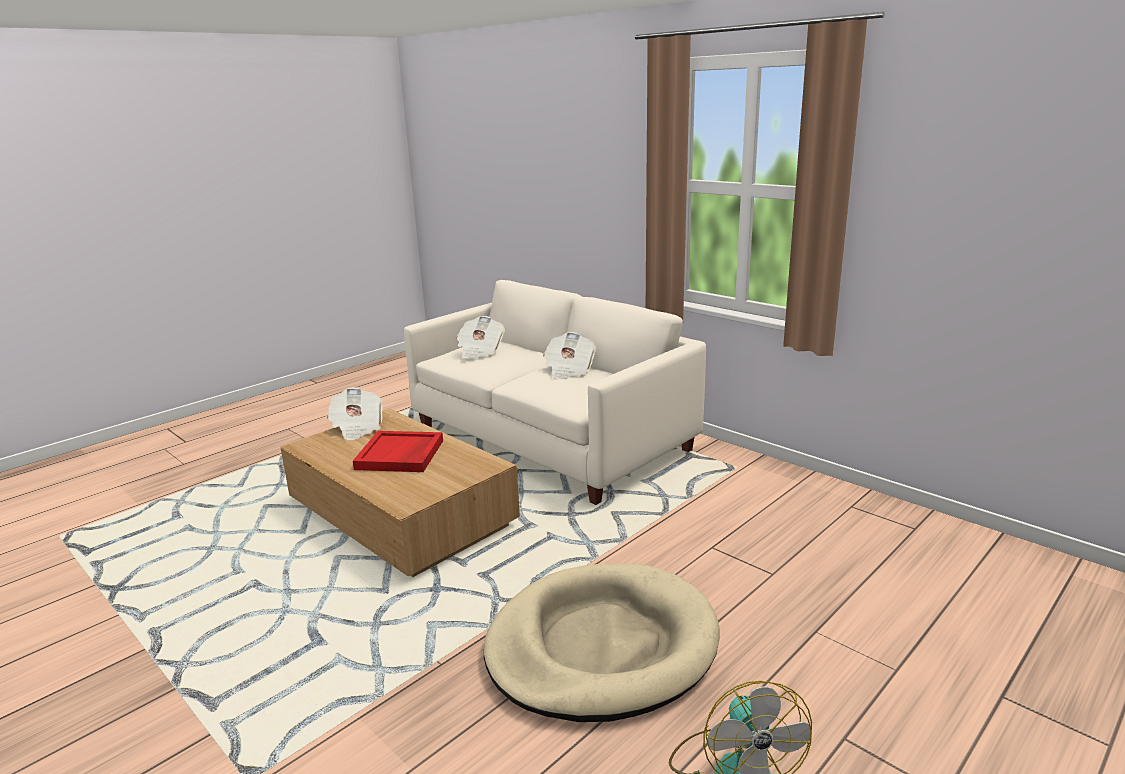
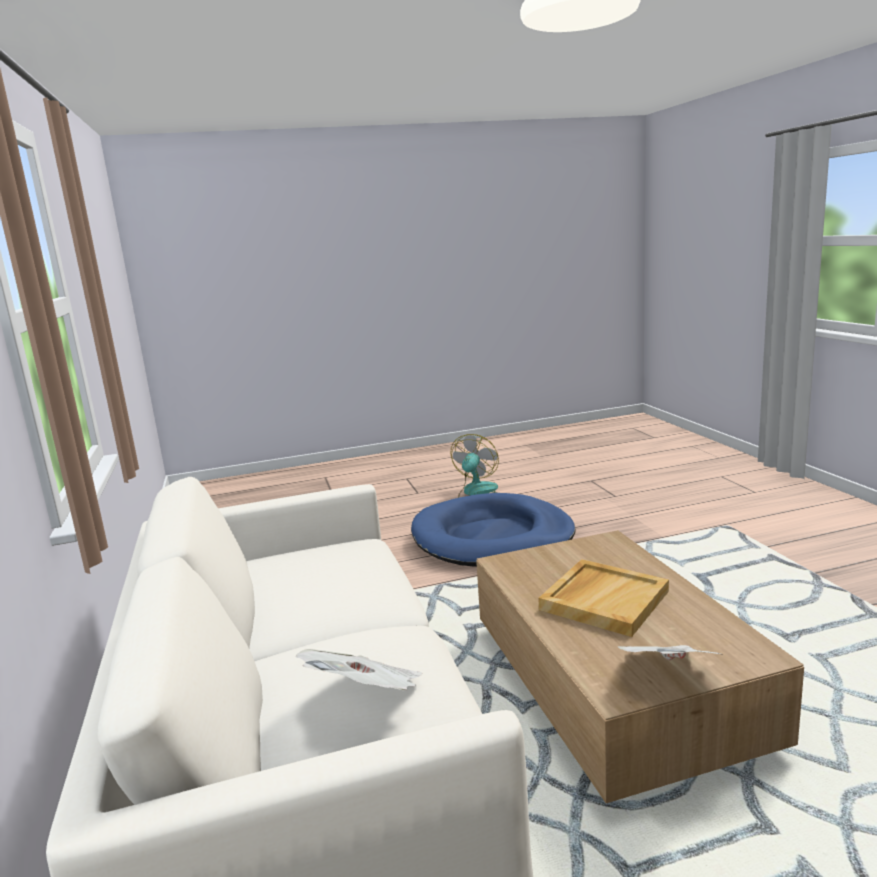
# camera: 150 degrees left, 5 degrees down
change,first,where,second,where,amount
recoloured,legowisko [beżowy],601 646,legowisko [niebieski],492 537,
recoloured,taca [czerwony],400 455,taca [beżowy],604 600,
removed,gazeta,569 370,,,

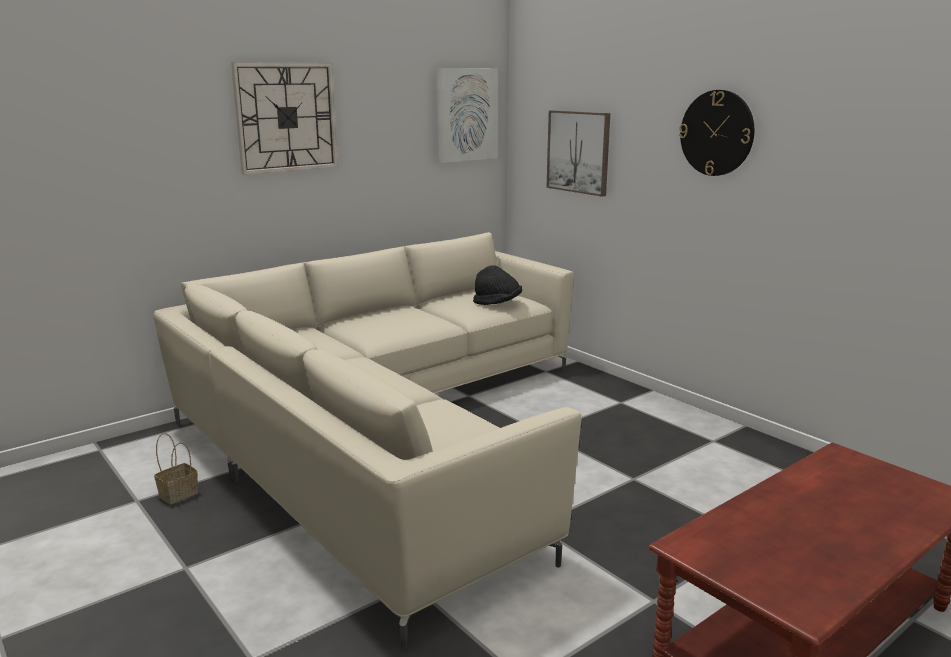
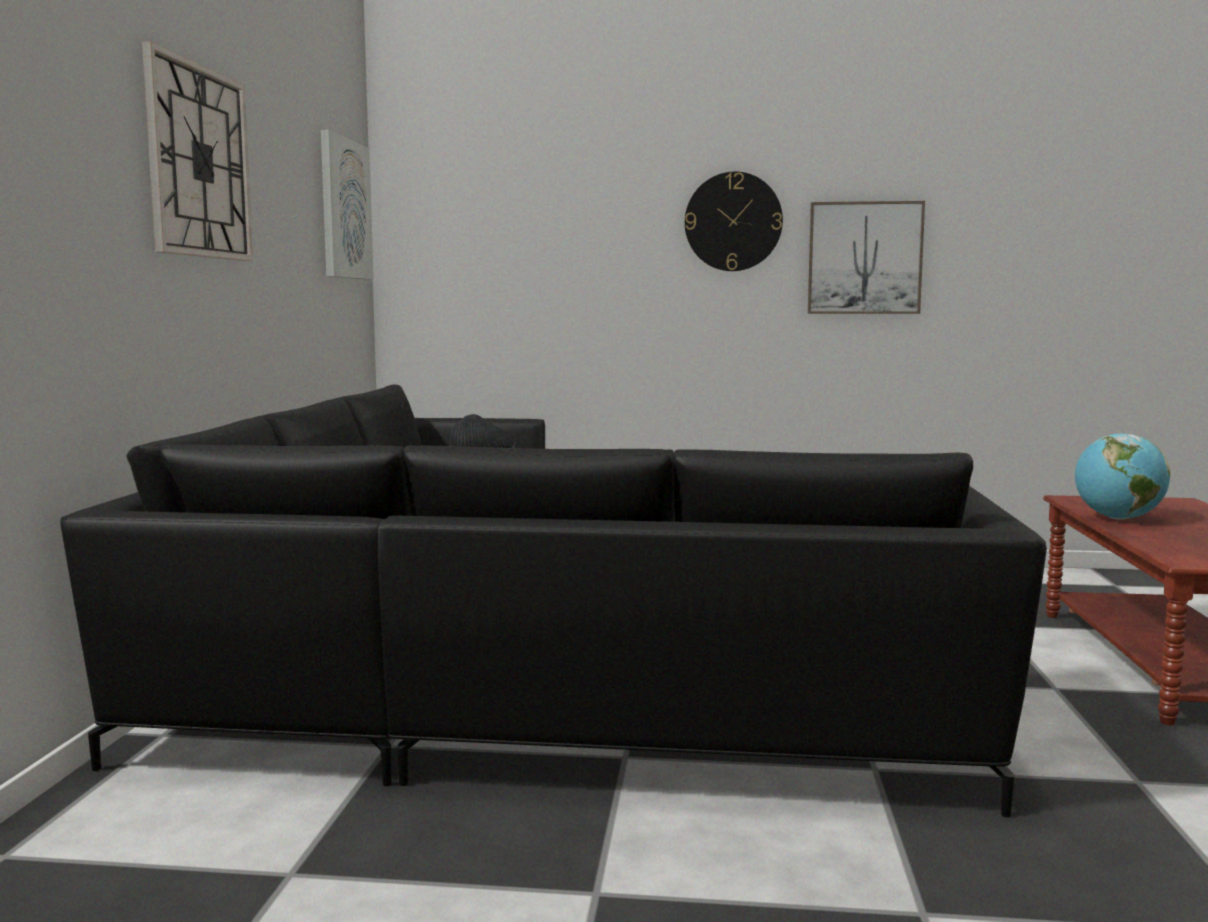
# camera: 45 degrees left, 10 degrees down
change,first,where,second,where,amount
recoloured,kanapa [beżowy],385 435,kanapa [czarny],487 670,
moved,obraz,578 152,,864 258,
added,,,globus,1118 518,
removed,koszyk,179 493,,,

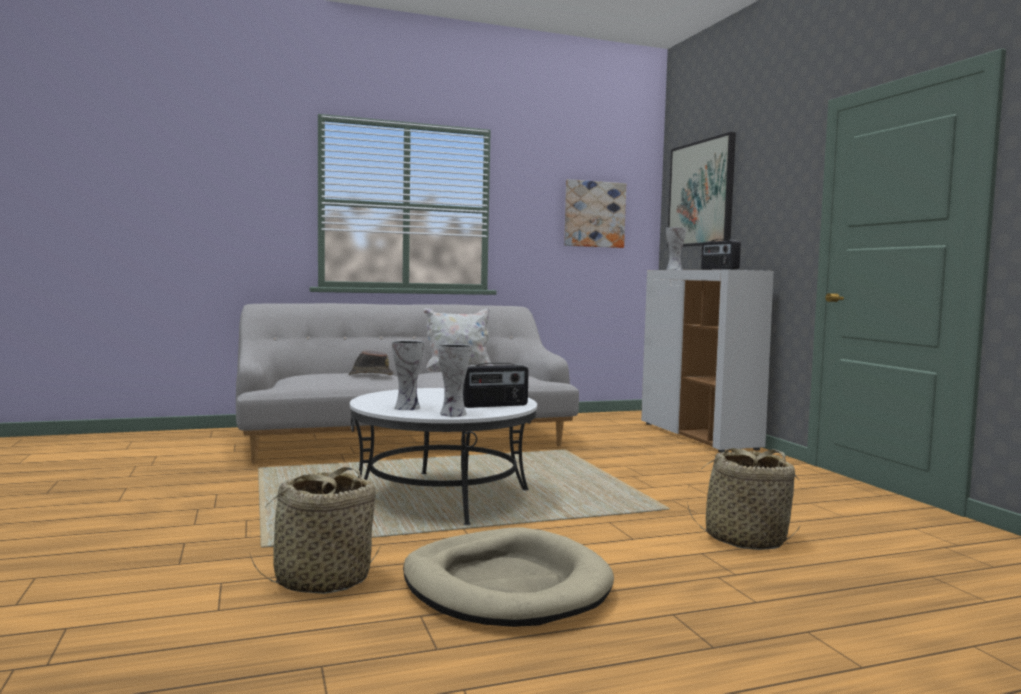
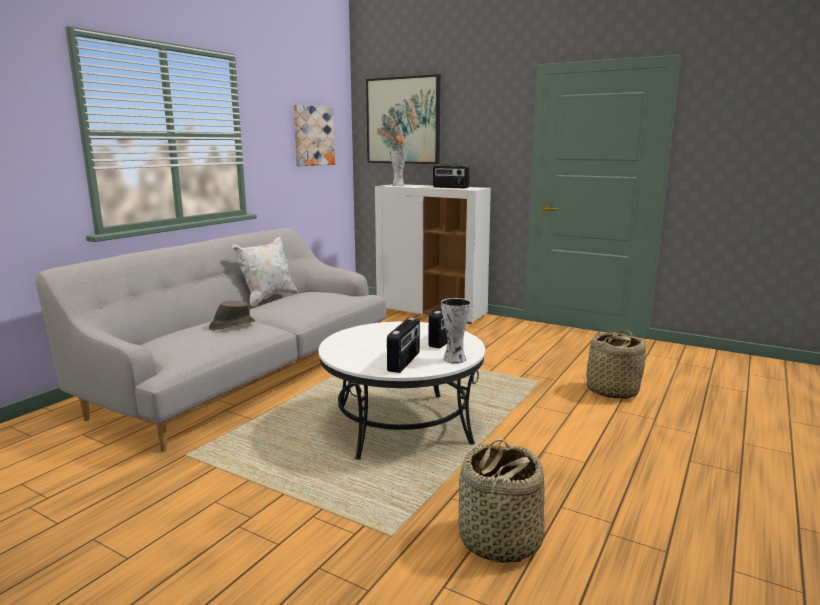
# camera: 40 degrees left, 10 degrees up
change,first,where,second,where,amount
replaced,wazon,407 407,radio,404 362,
removed,legowisko [beżowy],506 585,,,

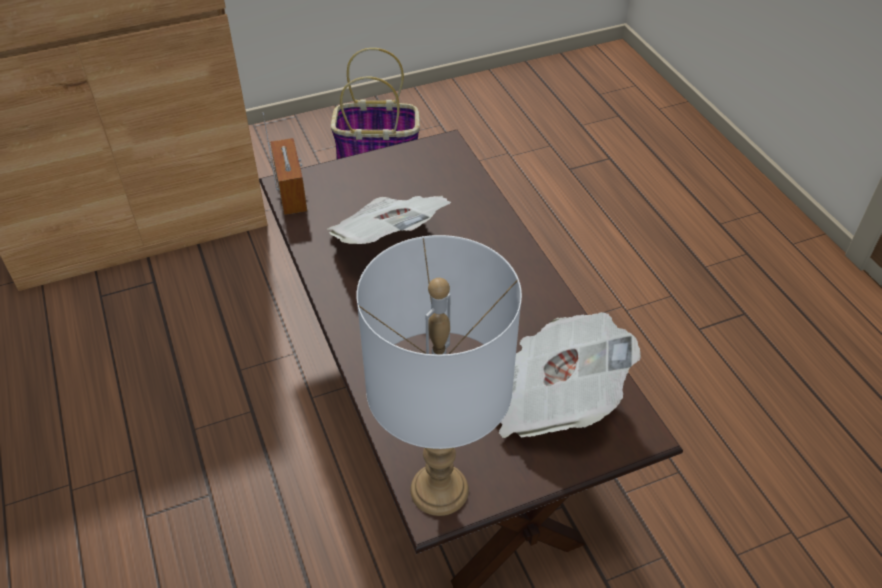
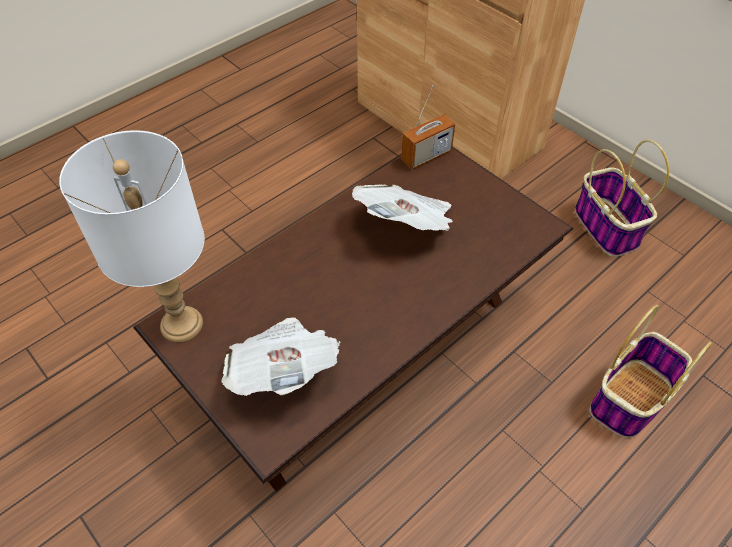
# camera: 70 degrees right, 5 degrees up
change,first,where,second,where,amount
added,,,koszyk,630 400,

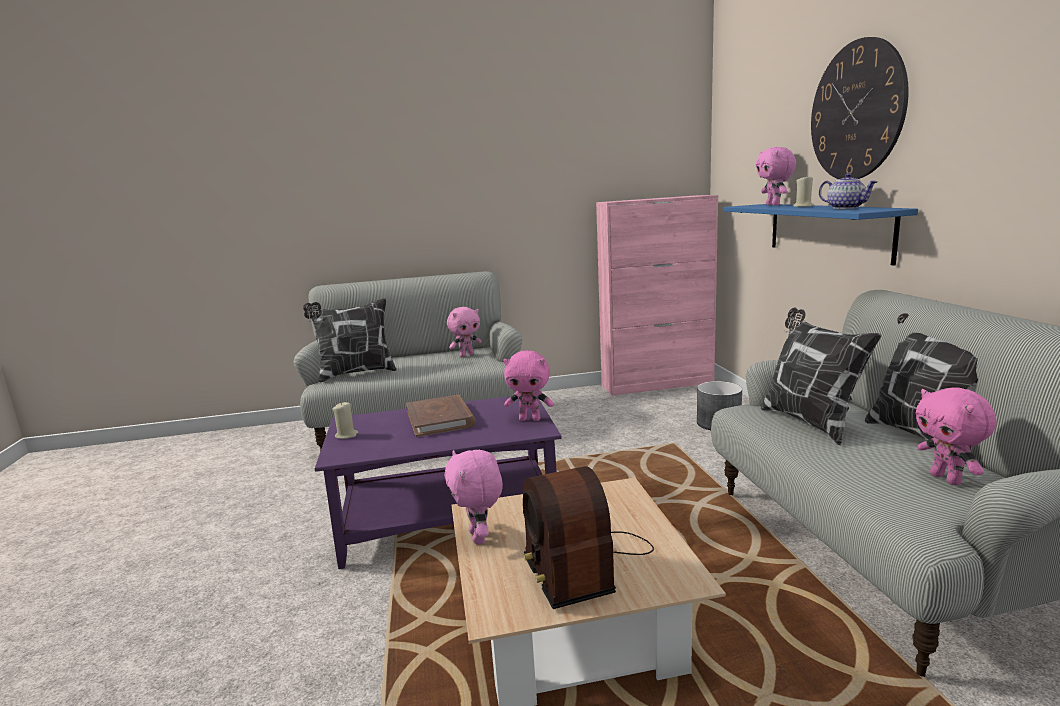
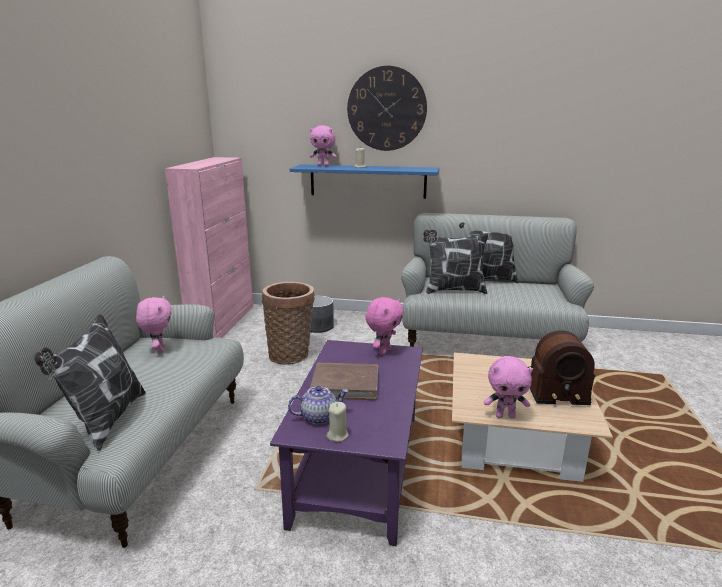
# camera: 70 degrees left, 5 degrees up
change,first,where,second,where,amount
added,,,koszyk,291 354,
moved,imbryk,846 208,,319 417,
removed,pluszak [różowy],947 479,,,

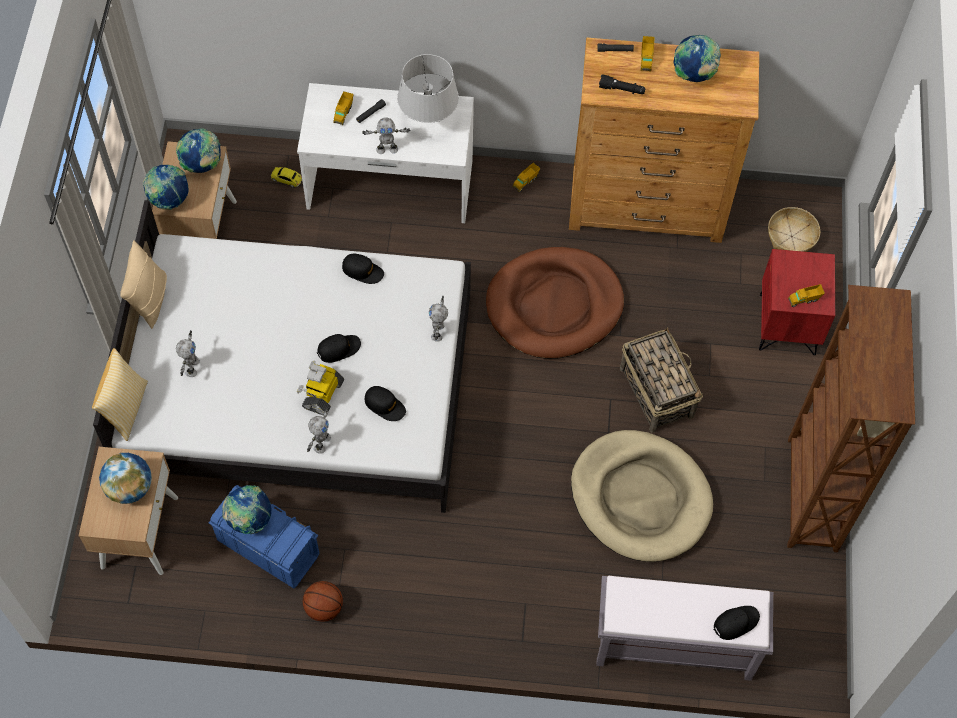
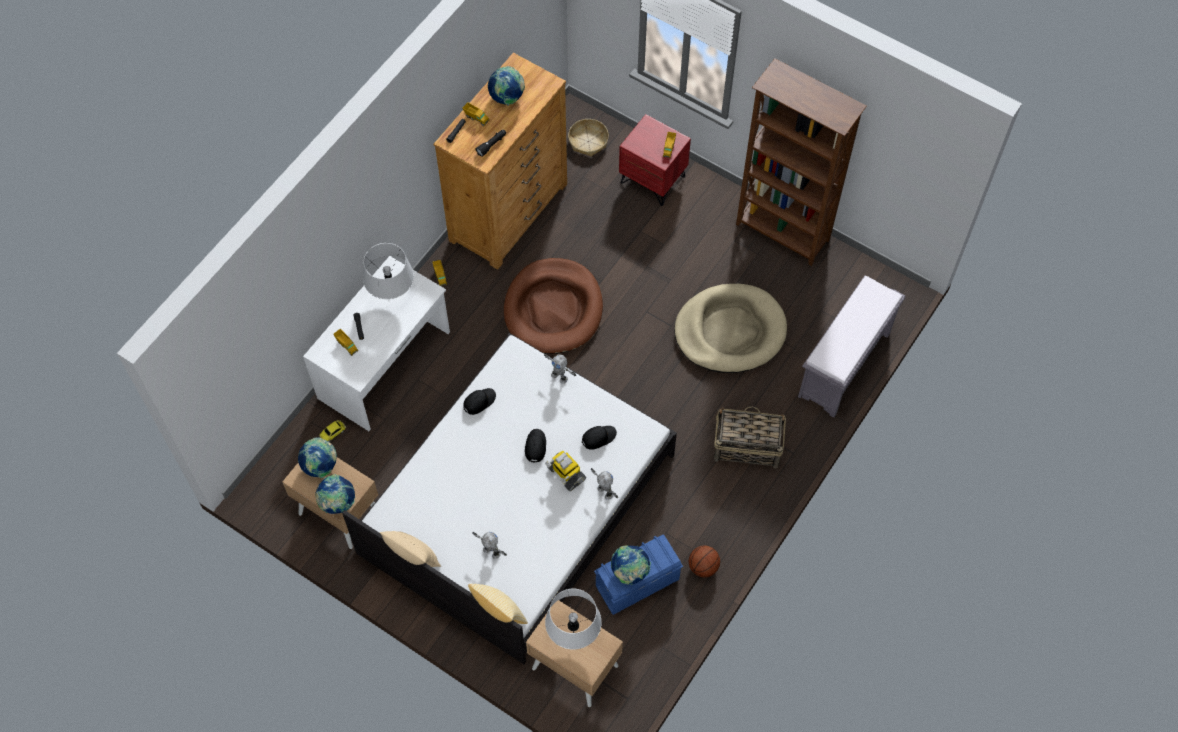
# camera: 60 degrees left, 0 degrees up
change,first,where,second,where,amount
replaced,globus,130 488,lampa stołowa [szary],573 633,
moved,koszyk,656 391,,746 447,
removed,robot zabawkowy,387 149,,,
removed,czapka z daszkiem [czarny],736 622,,,

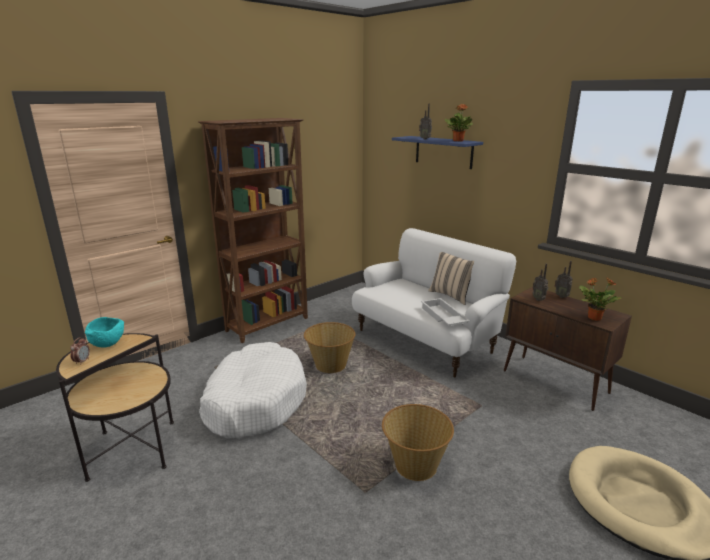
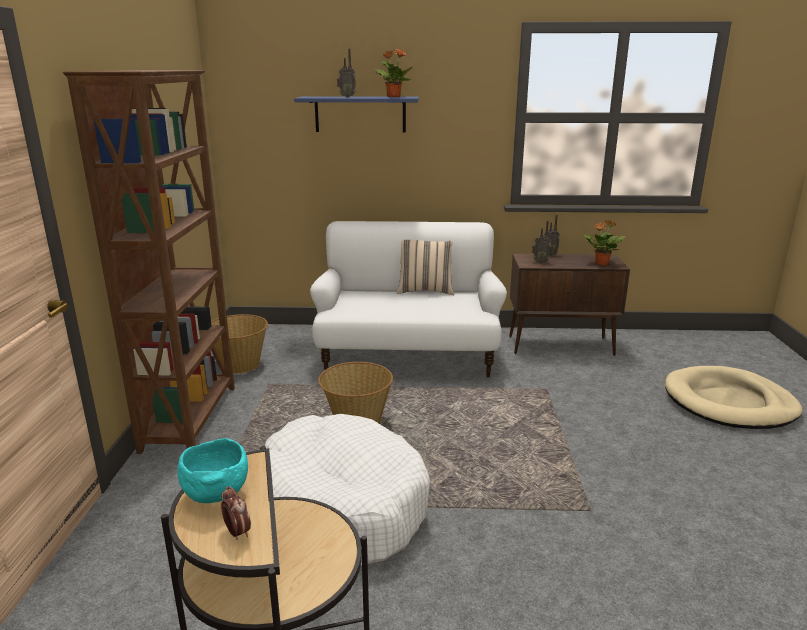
# camera: 45 degrees left, 0 degrees up
change,first,where,second,where,amount
moved,koszyk,415 465,,240 365,
removed,taca [biały],442 317,,,

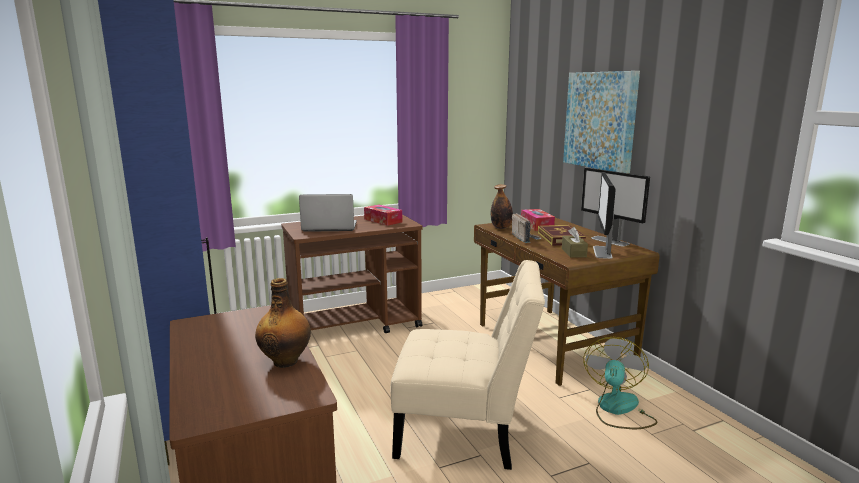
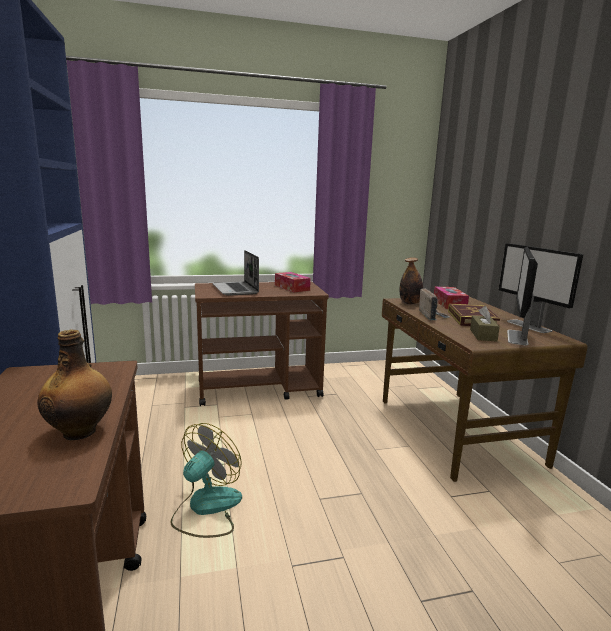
# camera: 10 degrees right, 0 degrees up
change,first,where,second,where,amount
moved,wentylator,618 409,,206 508,
turned,laptop,328 227,,236 290,120 degrees counterclockwise
removed,krzesło [beżowy],465 432,,,
removed,obraz,600 120,,,

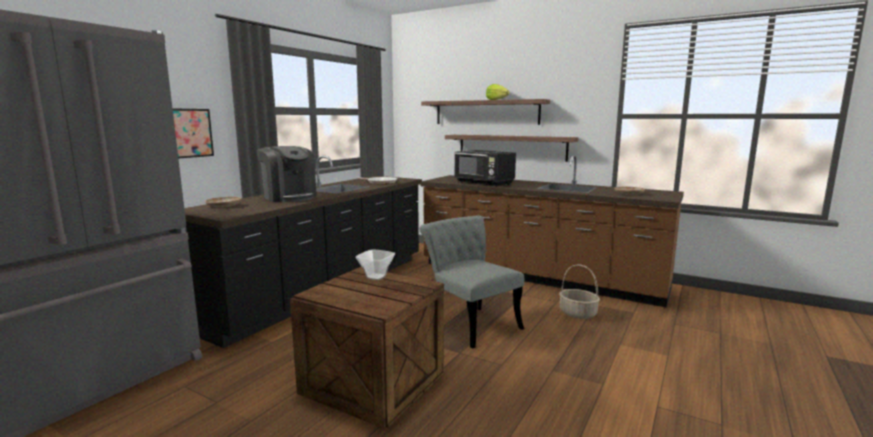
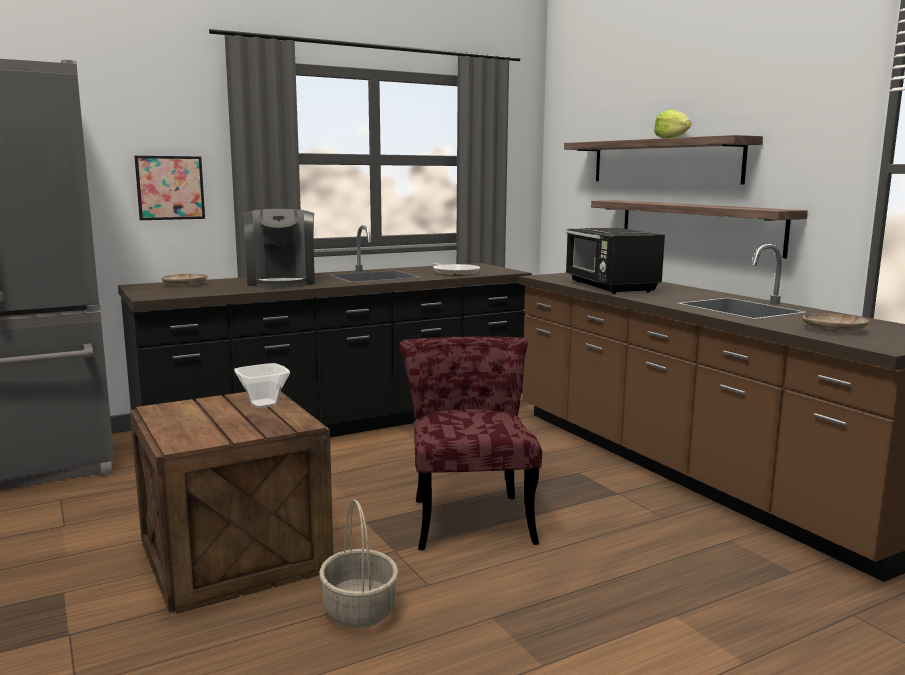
# camera: 30 degrees right, 0 degrees up
change,first,where,second,where,amount
moved,koszyk,577 313,,358 609,
recoloured,krzesło [szary],470 323,krzesło [czerwony],469 514,

